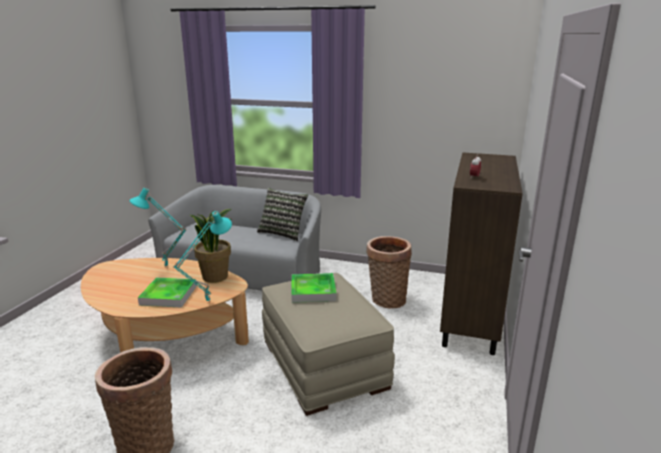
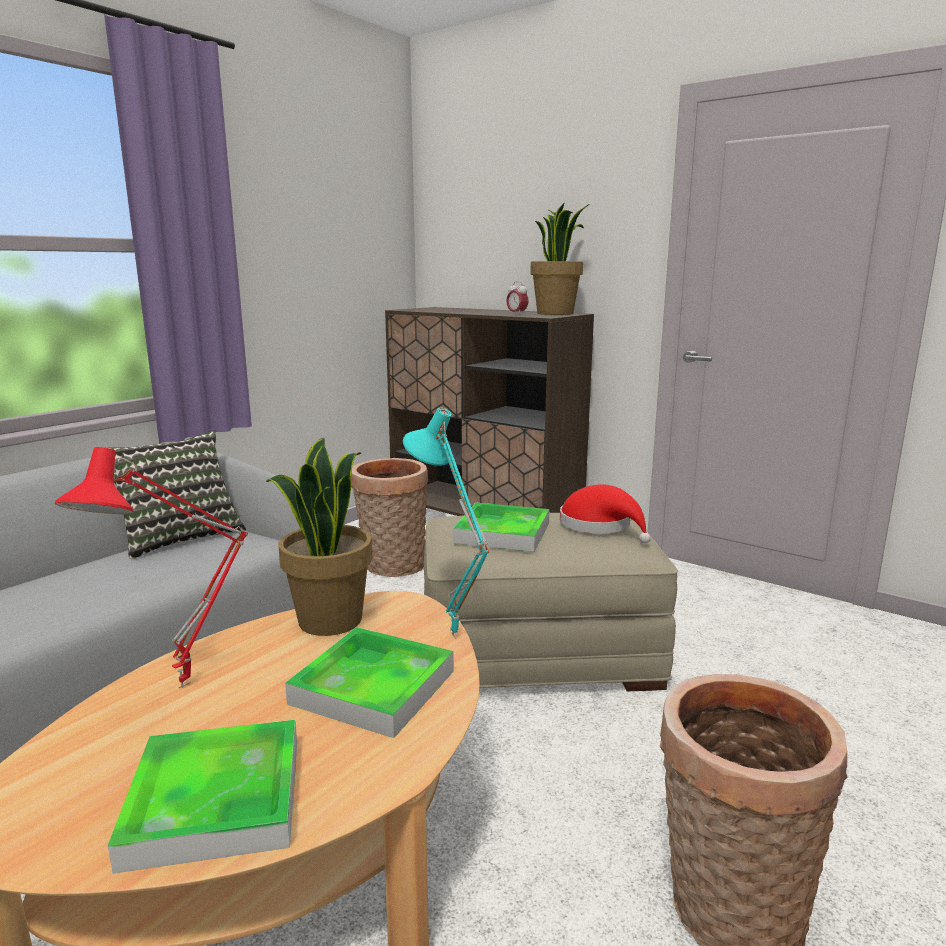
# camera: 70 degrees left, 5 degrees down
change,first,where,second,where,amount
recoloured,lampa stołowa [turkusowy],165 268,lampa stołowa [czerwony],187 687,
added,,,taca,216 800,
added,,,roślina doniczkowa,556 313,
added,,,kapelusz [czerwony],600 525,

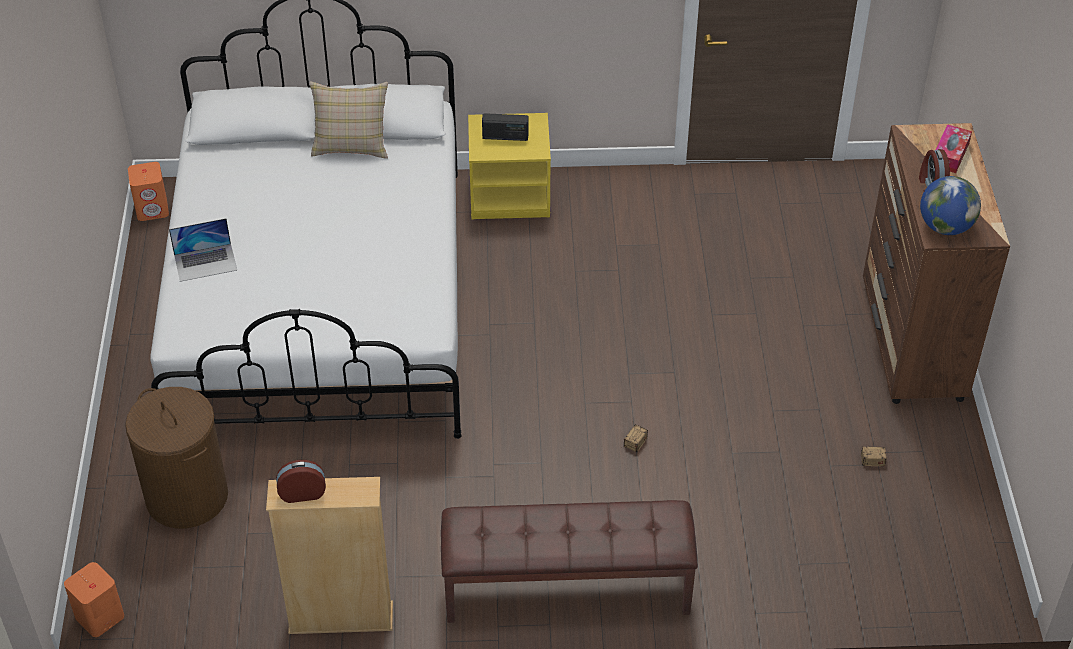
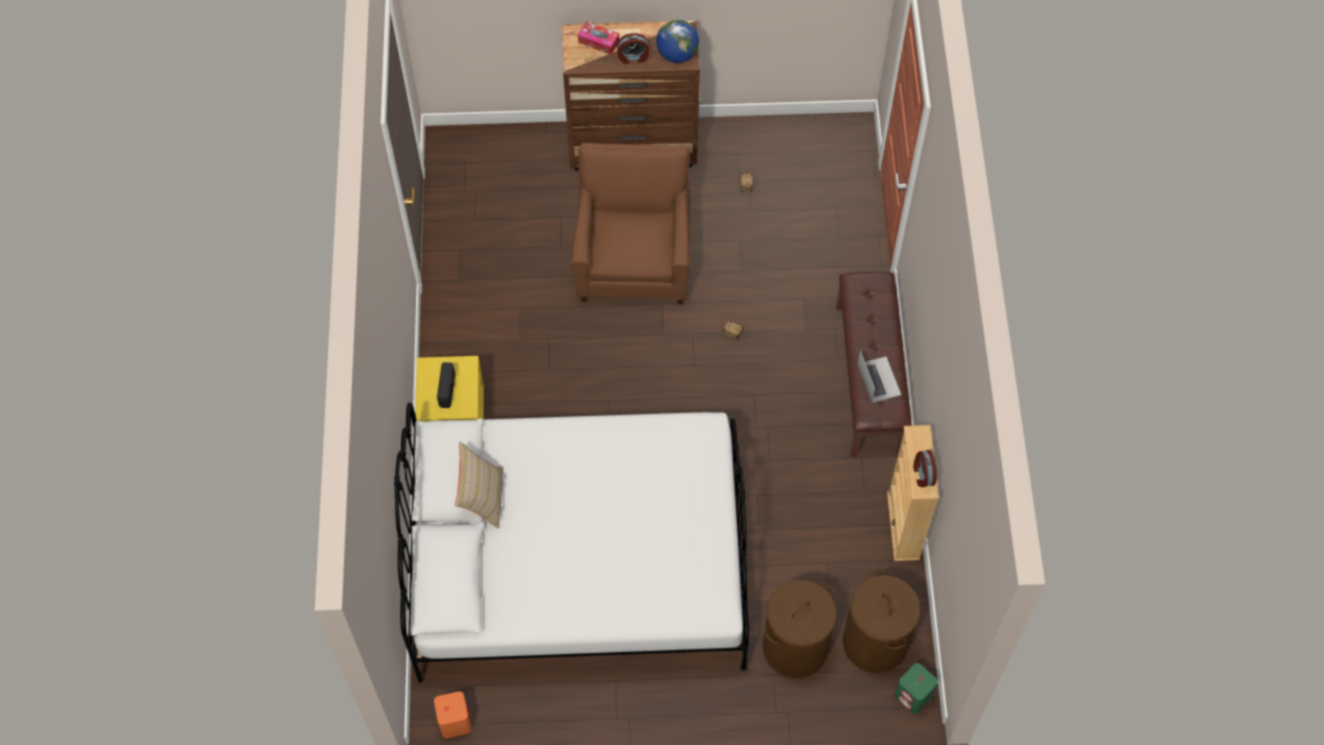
# camera: 90 degrees left, 15 degrees up
change,first,where,second,where,amount
added,,,fotel [brązowy],633 259,
added,,,kosz na pranie [brązowy],875 642,
moved,laptop,205 262,,878 379,
recoloured,głośnik [pomarańczowy],99 617,głośnik [zielony],913 696,

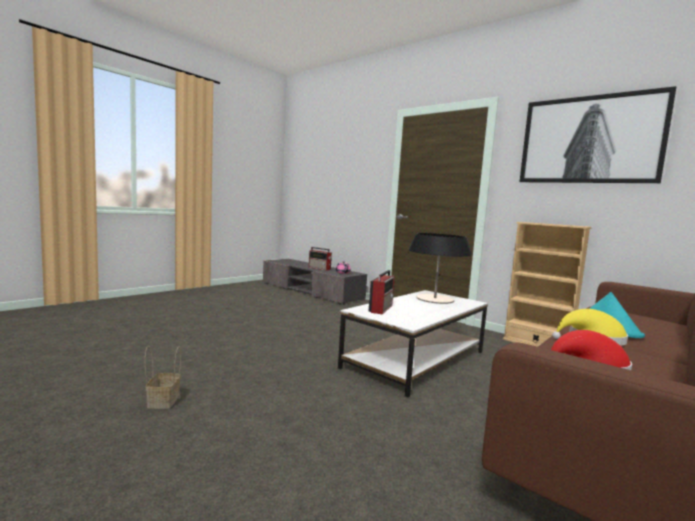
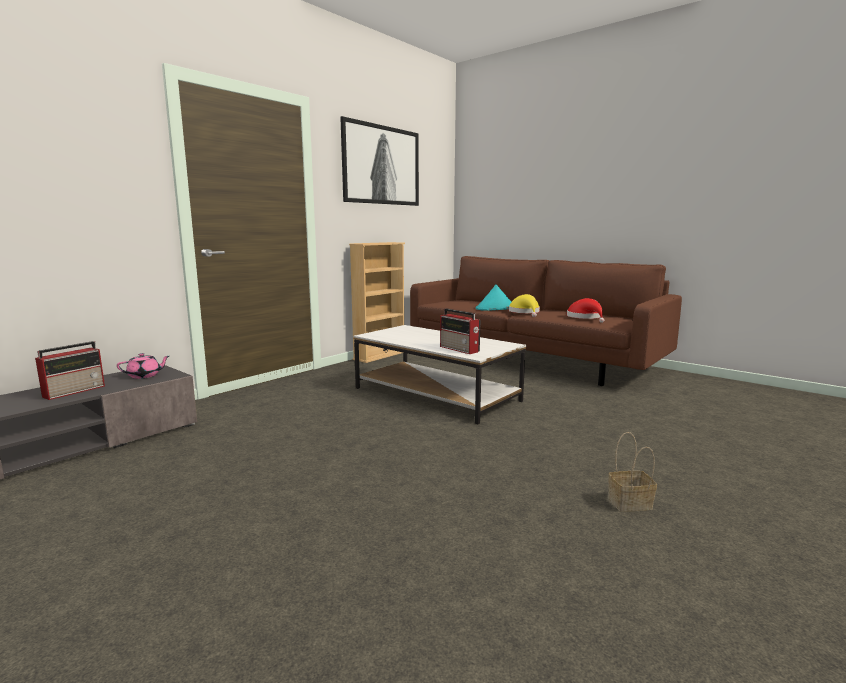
# camera: 90 degrees left, 5 degrees up
change,first,where,second,where,amount
turned,radio,381 308,,460 349,150 degrees counterclockwise
removed,lampa stołowa,435 299,,,

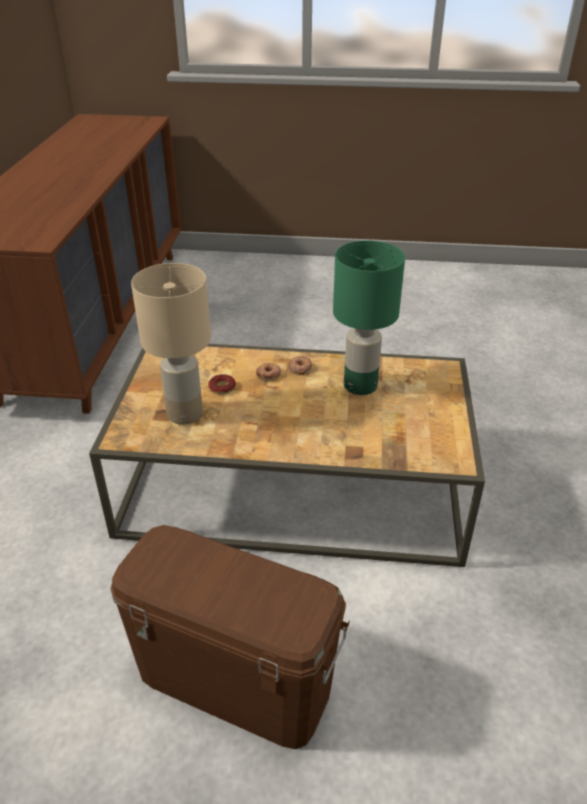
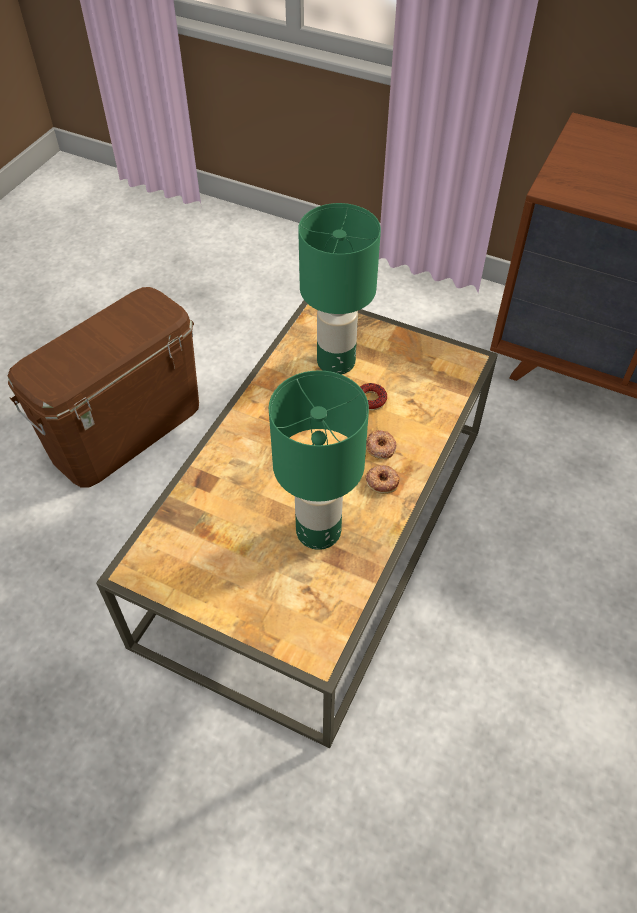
# camera: 110 degrees right, 15 degrees up
change,first,where,second,where,amount
recoloured,lampa stołowa [beżowy],186 414,lampa stołowa [zielony],335 362,

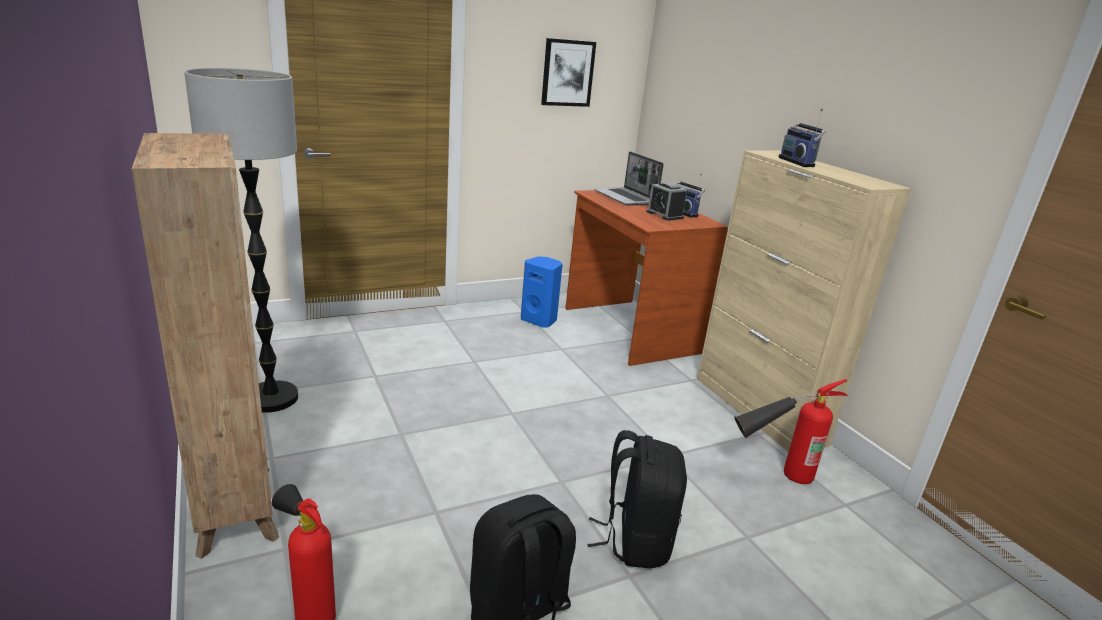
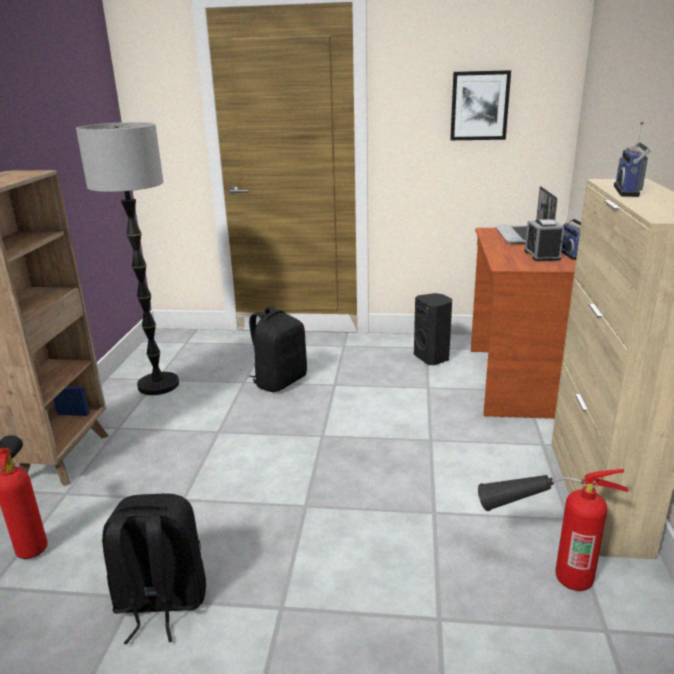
# camera: 35 degrees right, 0 degrees up
change,first,where,second,where,amount
moved,plecak [czarny],634 540,,279 381,
recoloured,głośnik [niebieski],539 320,głośnik [czarny],432 358,

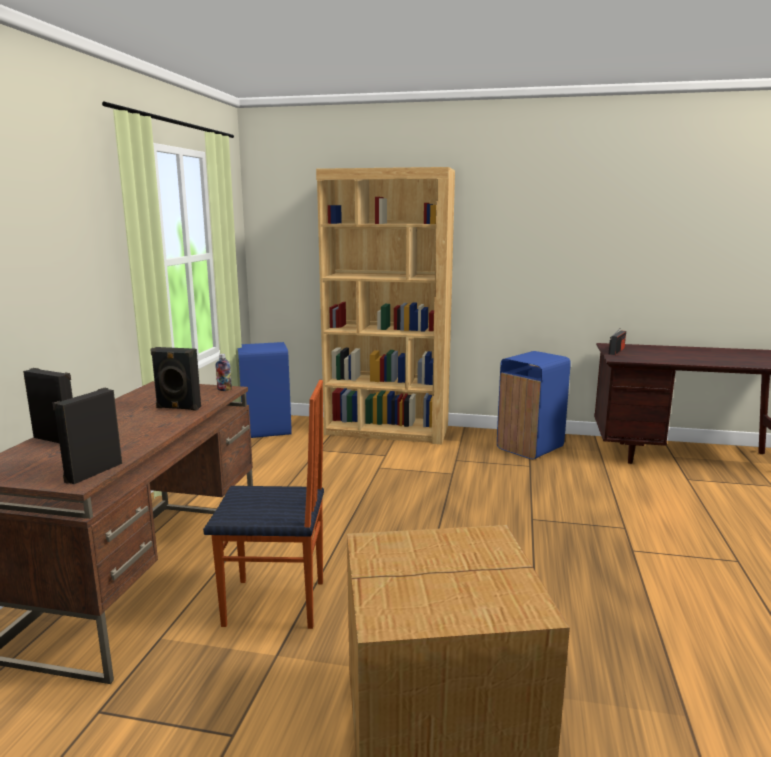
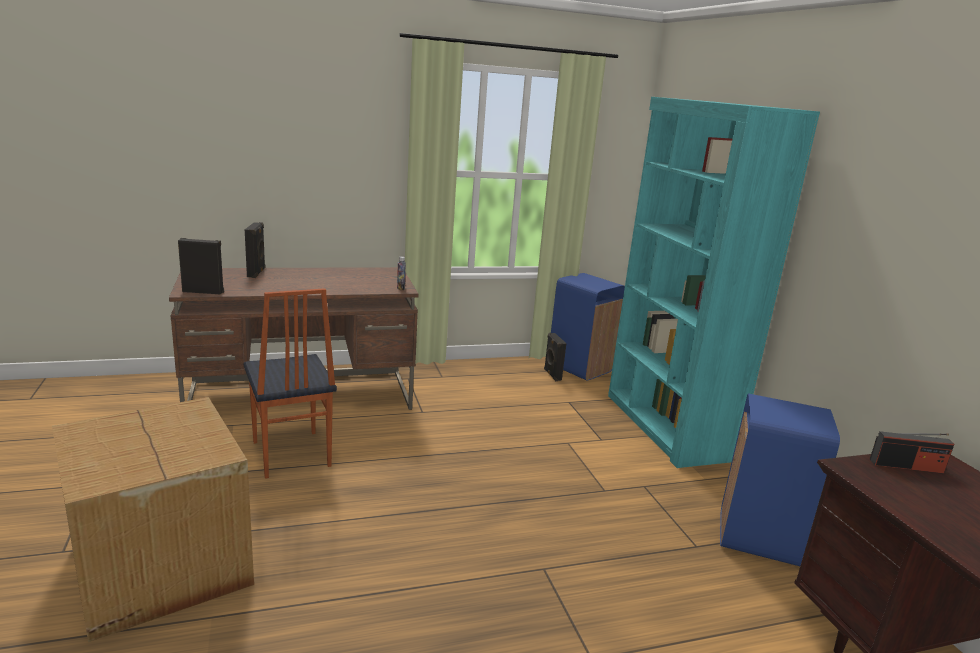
# camera: 60 degrees right, 5 degrees up
change,first,where,second,where,amount
moved,głośnik [czarny],178 408,,551 375,
recoloured,regał [brązowy],387 431,regał [turkusowy],666 426,

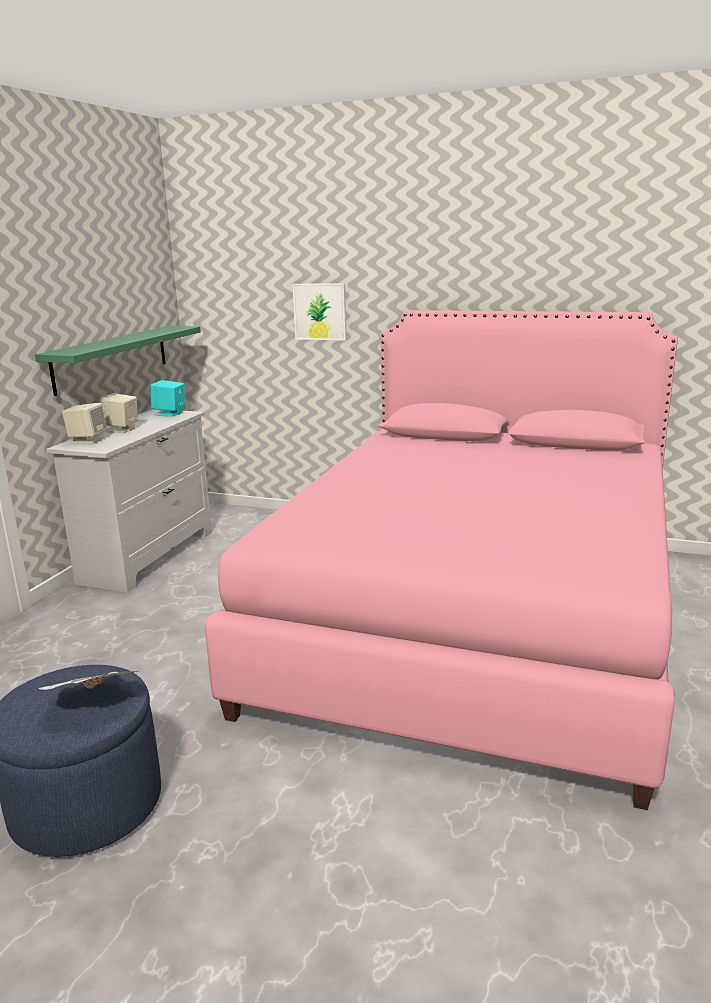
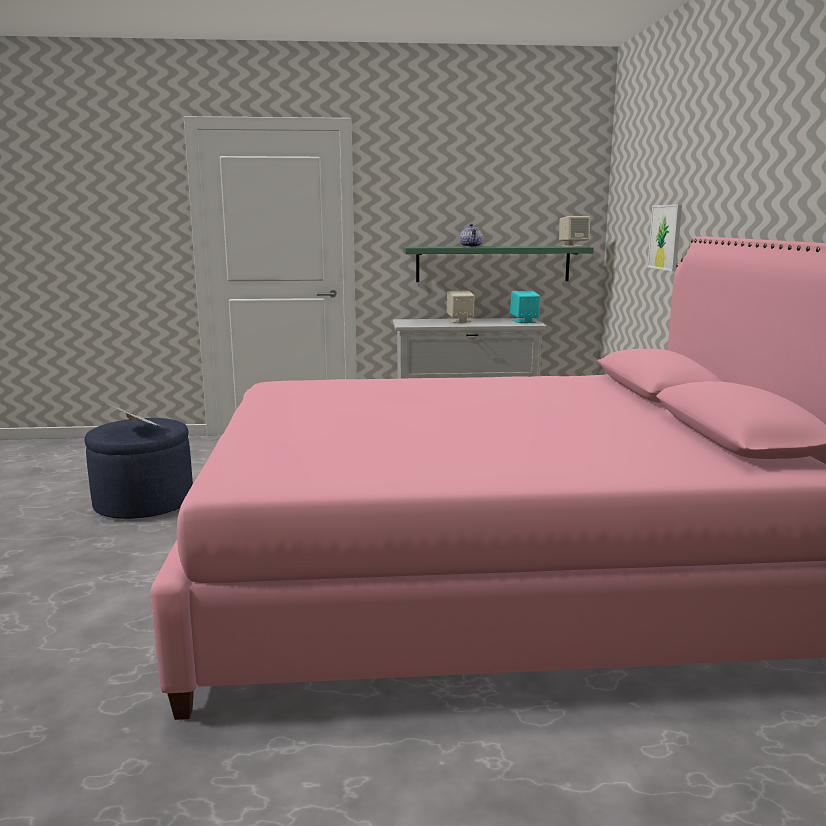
# camera: 65 degrees right, 5 degrees down
change,first,where,second,where,amount
added,,,imbryk,471 246,
moved,głośnik [beżowy],87 440,,573 246,

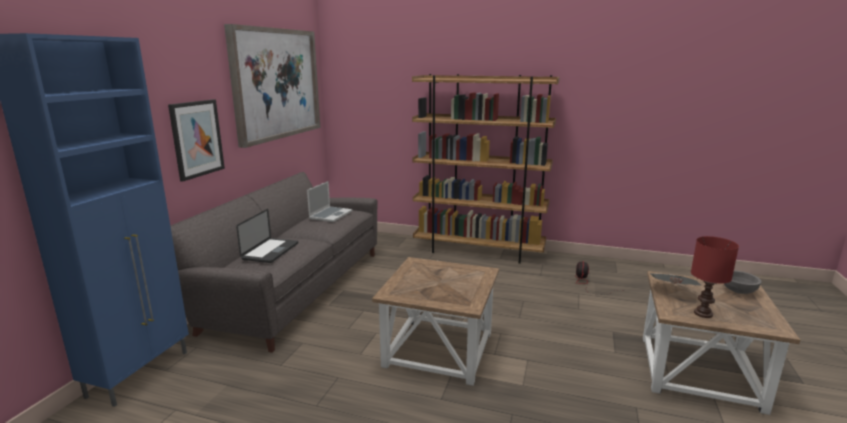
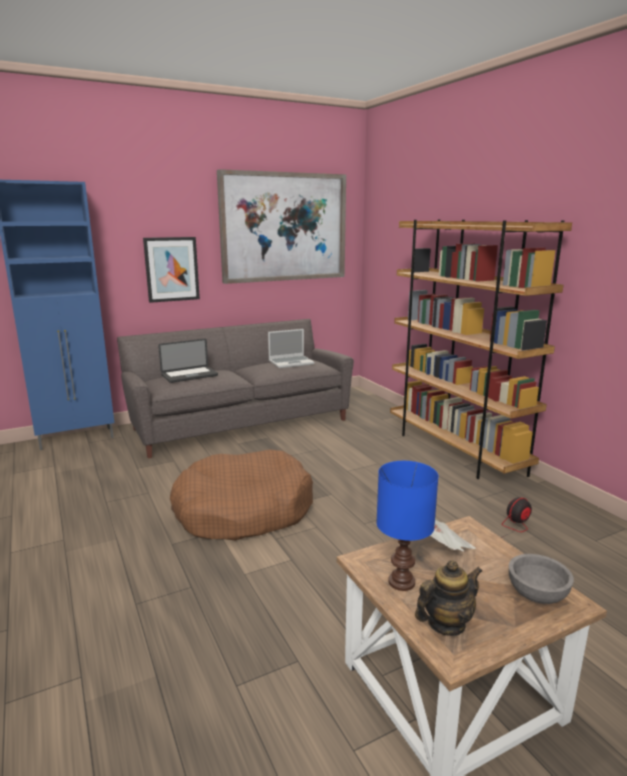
# camera: 45 degrees right, 0 degrees up
change,first,where,second,where,amount
replaced,stolik [brązowy],438 348,legowisko [brązowy],243 510,
recoloured,lampa stołowa [czerwony],703 314,lampa stołowa [niebieski],400 582,
added,,,imbryk,446 623,

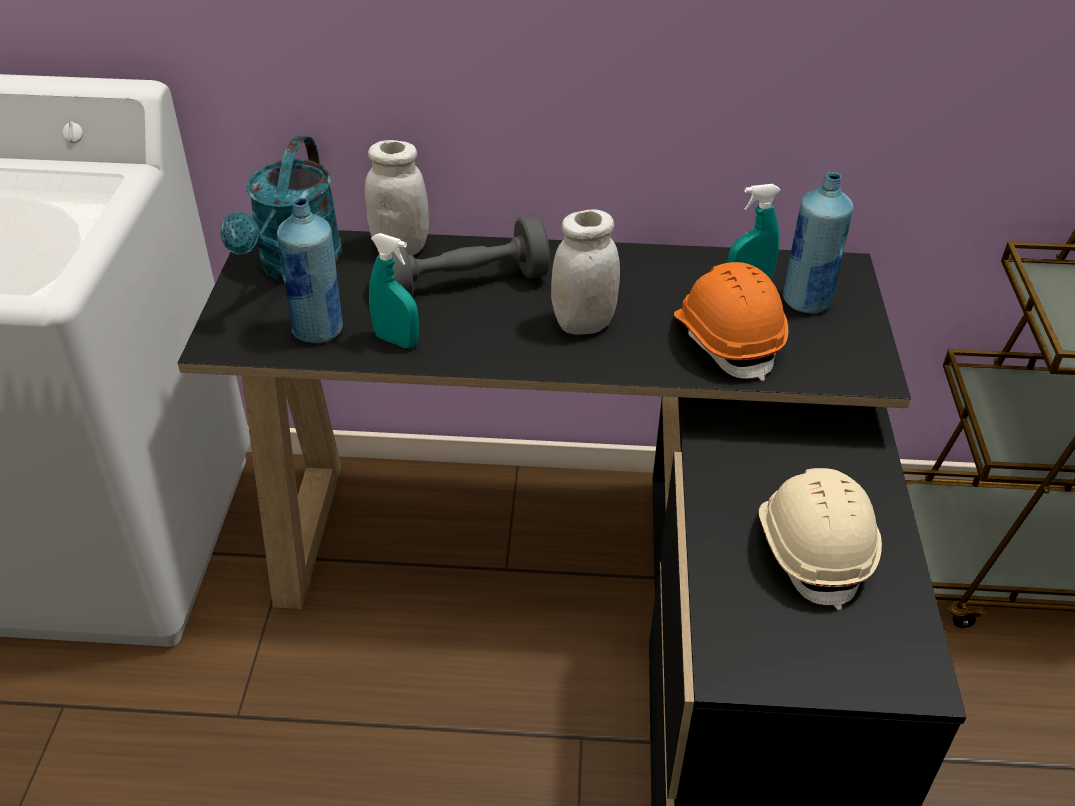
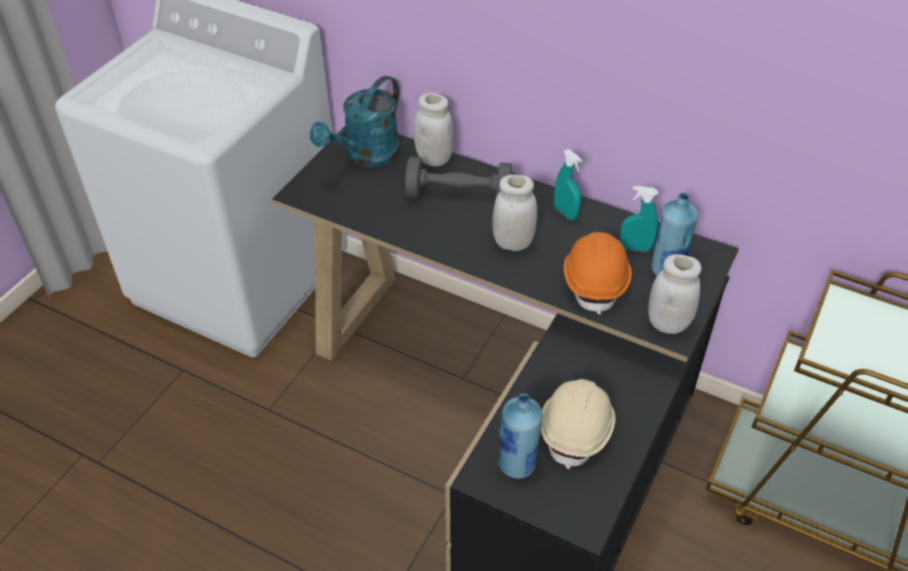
# camera: 25 degrees right, 5 degrees up
change,first,where,second,where,amount
moved,butelka [niebieski],318 331,,517 464,
moved,spryskiwacz [turkusowy],396 340,,565 213,
added,,,słoik [biały],668 323,

